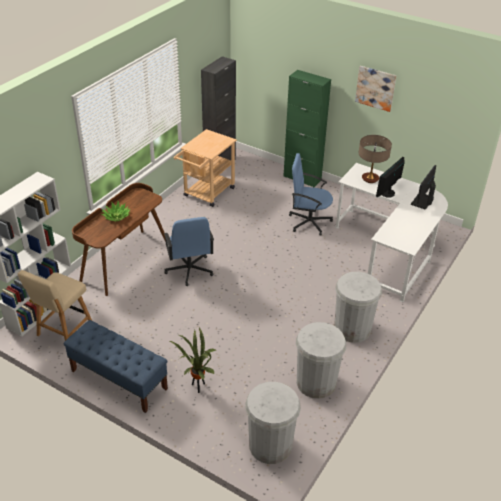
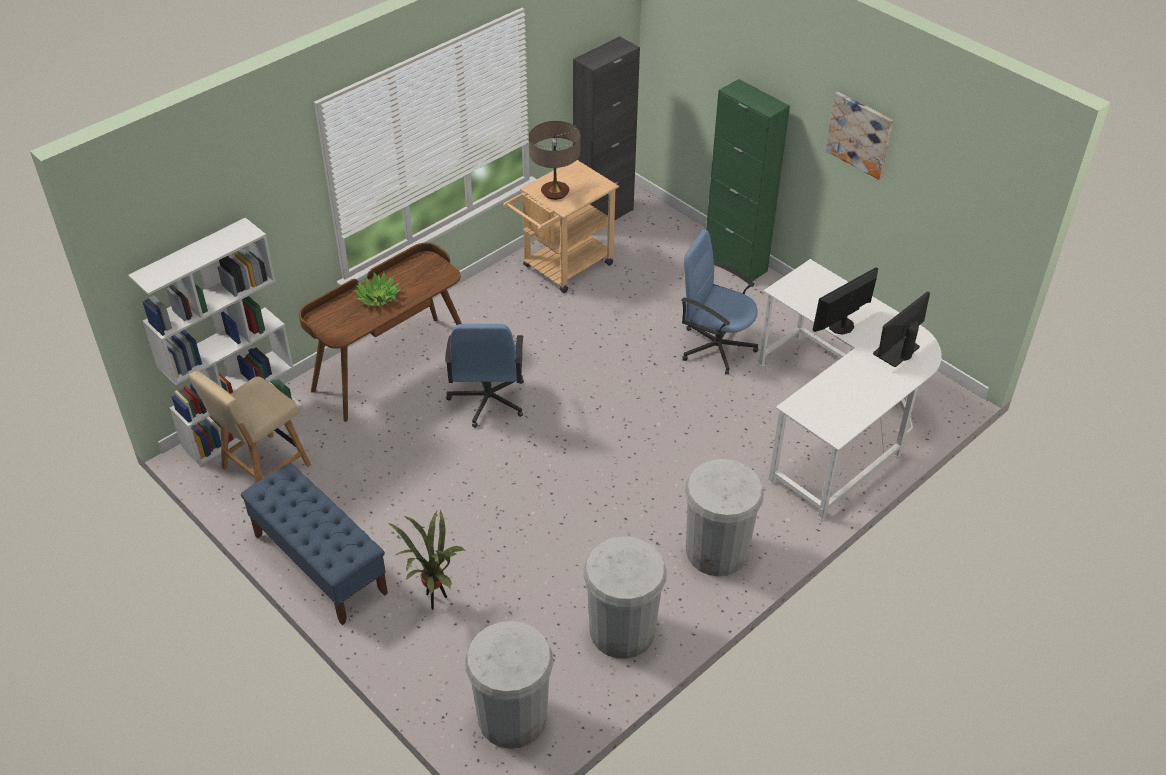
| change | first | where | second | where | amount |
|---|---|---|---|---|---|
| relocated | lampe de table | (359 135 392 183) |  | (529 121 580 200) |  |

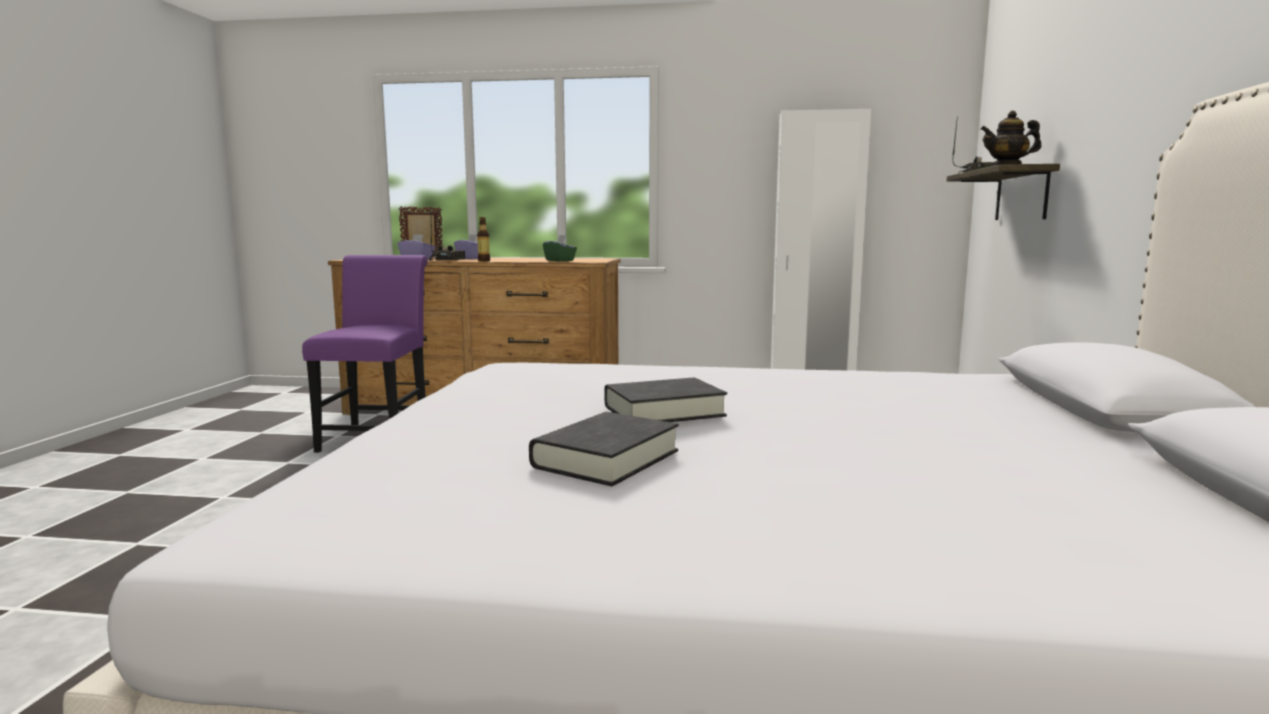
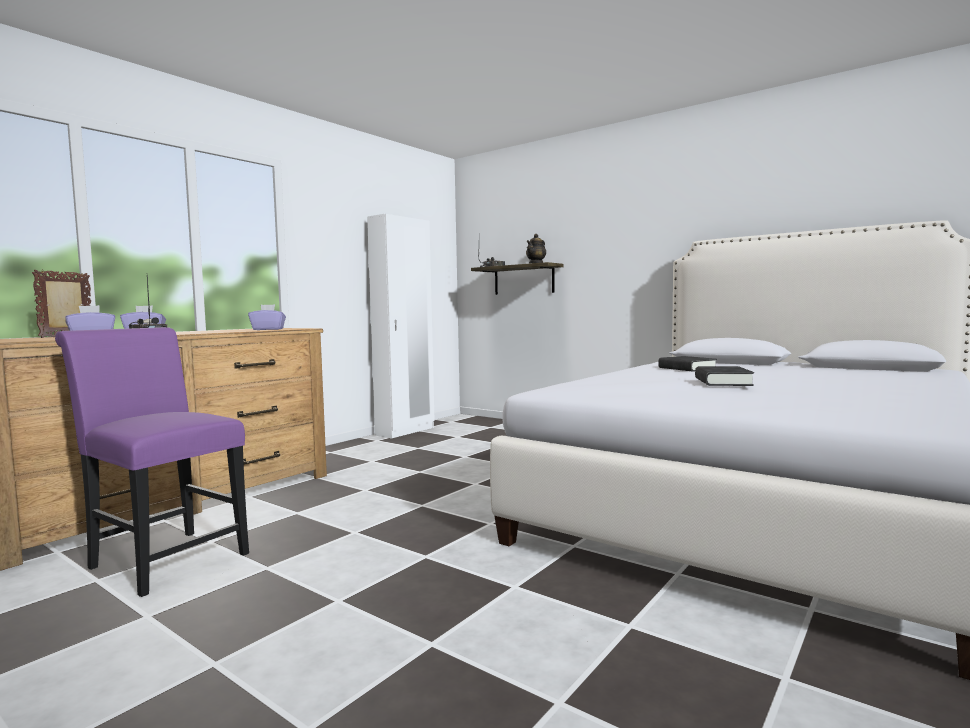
| change | first | where | second | where | amount |
|---|---|---|---|---|---|
| colour | boîte à mouchoirs [vert] | (543 235 577 261) | boîte à mouchoirs [violet] | (248 304 286 330) |  |
| relocated | livre [noir] | (529 412 679 486) |  | (658 356 717 372) |  |
| missing | bouteille | (477 217 490 261) |  |  |  |

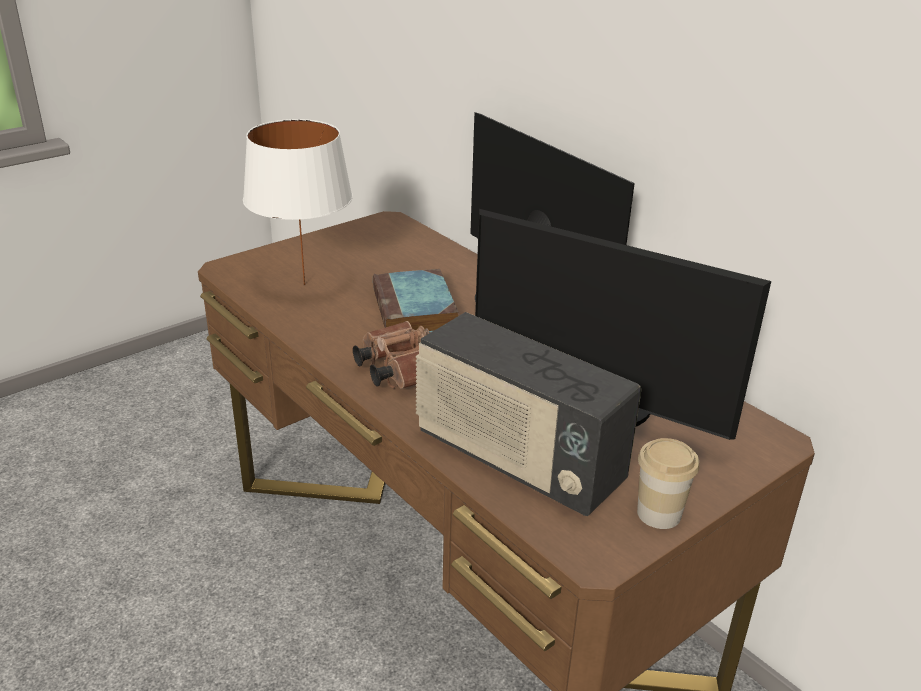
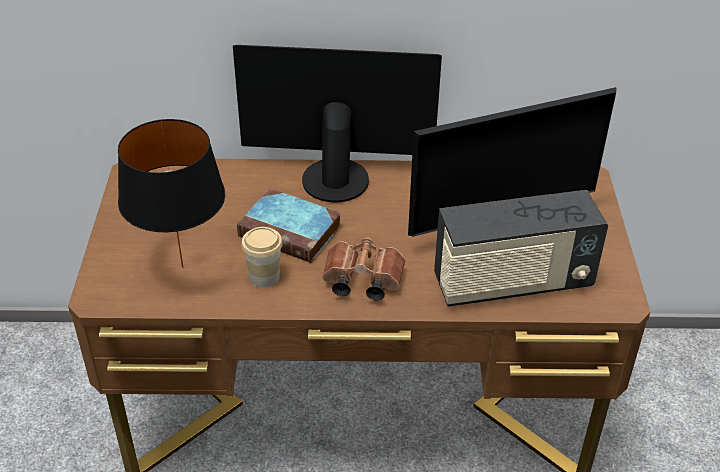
| change | first | where | second | where | amount |
|---|---|---|---|---|---|
| colour | lampe de table [blanc] | (243 119 353 285) | lampe de table [noir] | (118 119 225 268) |  |
| relocated | tasse | (637 438 699 529) |  | (241 227 283 288) |  |

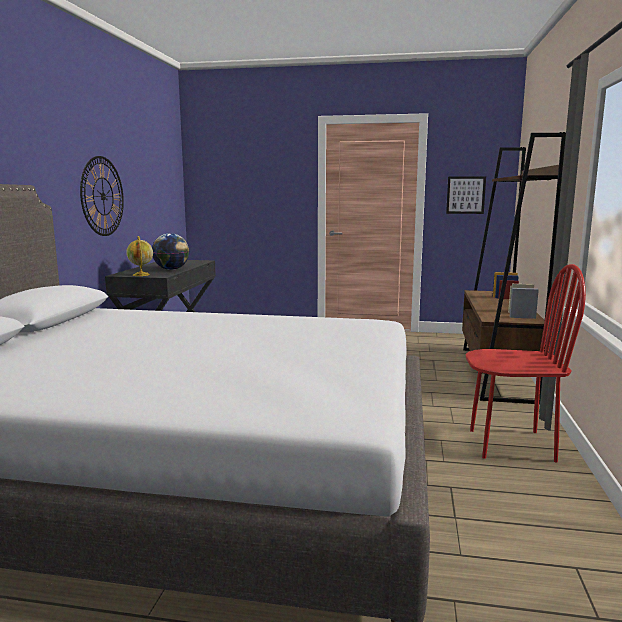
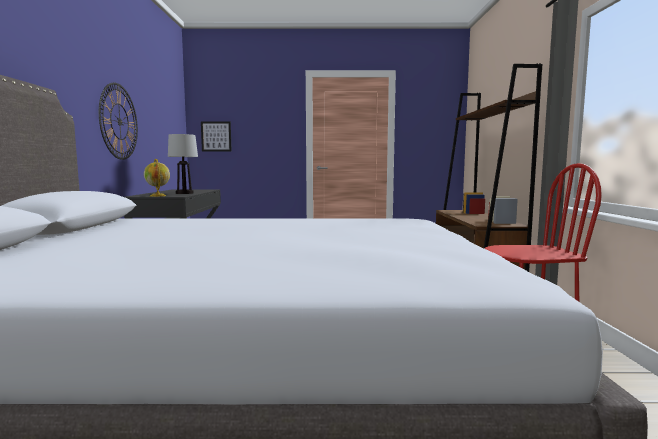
| change | first | where | second | where | amount |
|---|---|---|---|---|---|
| exchanged | globe | (152 233 189 270) | lampe de table | (168 134 198 194) |  |
| relocated | tableau | (446 176 486 214) |  | (201 122 232 152) |  |

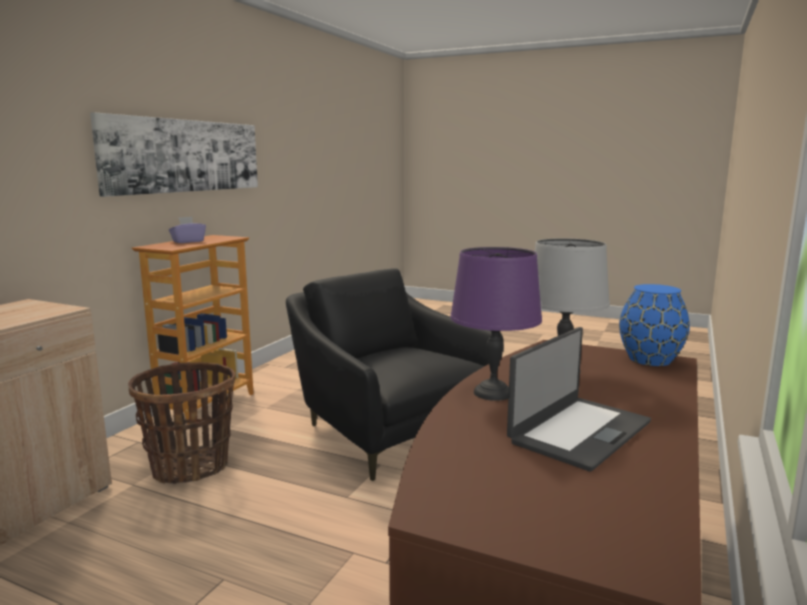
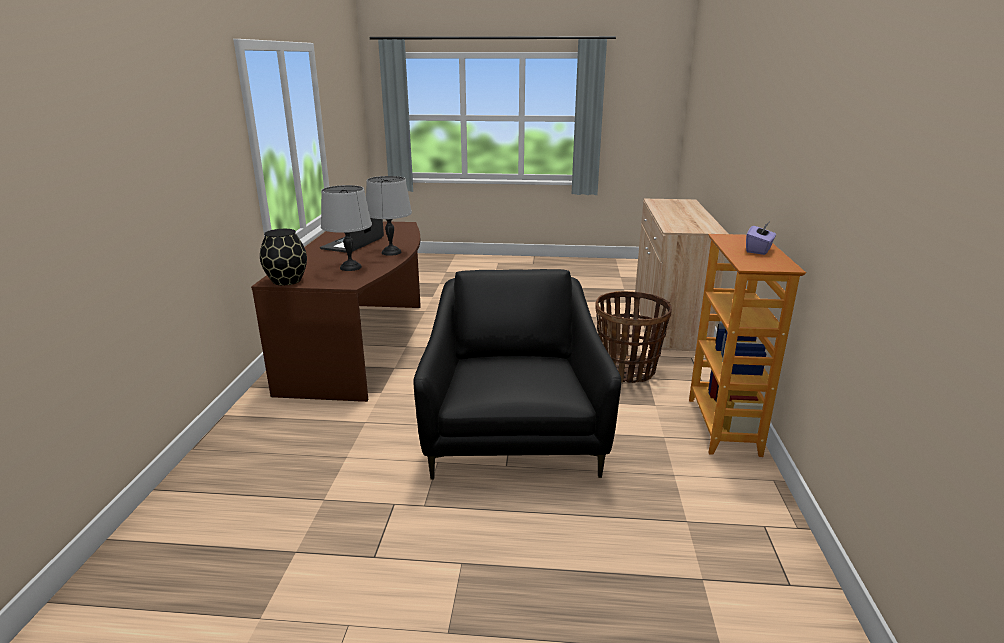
| change | first | where | second | where | amount |
|---|---|---|---|---|---|
| colour | vase [bleu] | (619 284 690 366) | vase [noir] | (260 229 307 285) |  |
| colour | lampe de table [violet] | (450 247 542 401) | lampe de table [gris] | (366 176 412 256) |  |
| spun | fauteuil [noir] | (286 268 503 481) |  | (414 269 621 480) | 120 degrees counterclockwise |
| missing | tableau | (90 112 258 197) |  |  |  |

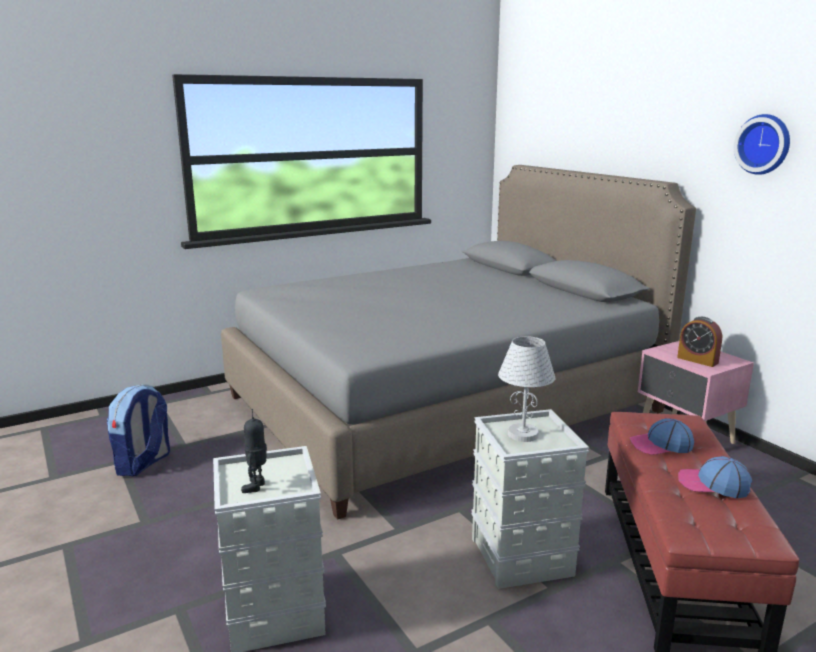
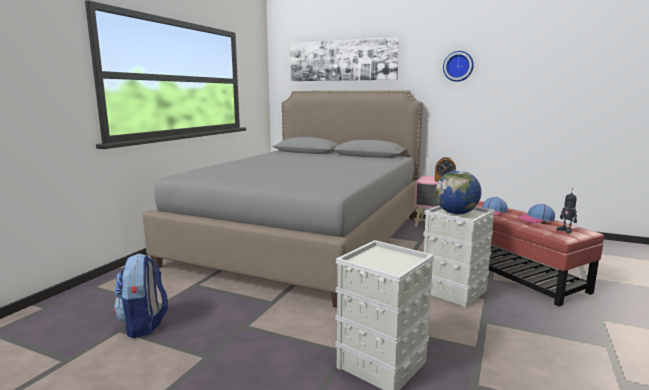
| change | first | where | second | where | amount |
|---|---|---|---|---|---|
| appeared |  |  | tableau | (290 37 399 81) |  |
| exchanged | lampe de table [blanc] | (498 336 555 442) | globe | (435 170 482 214) |  |
| relocated | robot jouet | (241 409 267 493) |  | (556 188 577 234) |  |

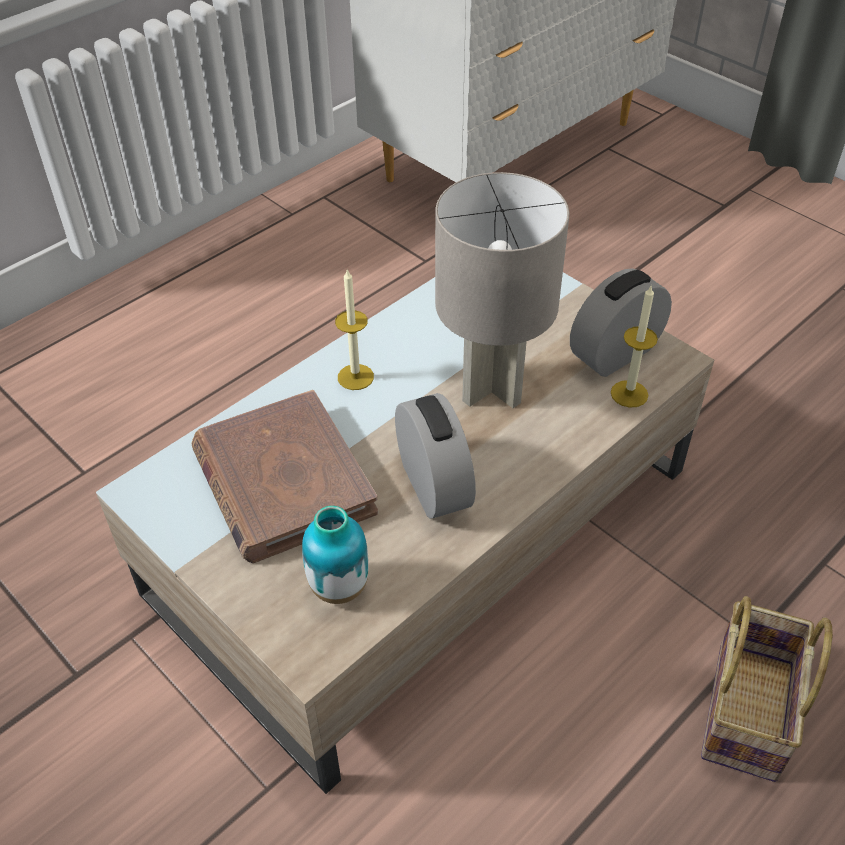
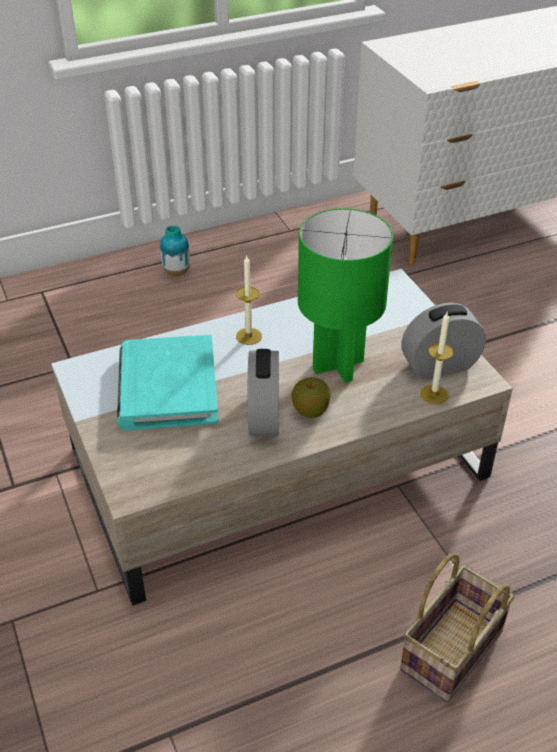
| change | first | where | second | where | amount |
|---|---|---|---|---|---|
| colour | livre [marron] | (192 390 378 563) | livre [turquoise] | (117 335 218 430) |  |
| relocated | vase | (302 506 369 604) |  | (160 225 190 276) |  |
| appeared |  |  | pomme | (291 377 331 418) |  |
| colour | lampe de table [gris] | (435 172 569 408) | lampe de table [vert] | (298 208 393 383) |  |

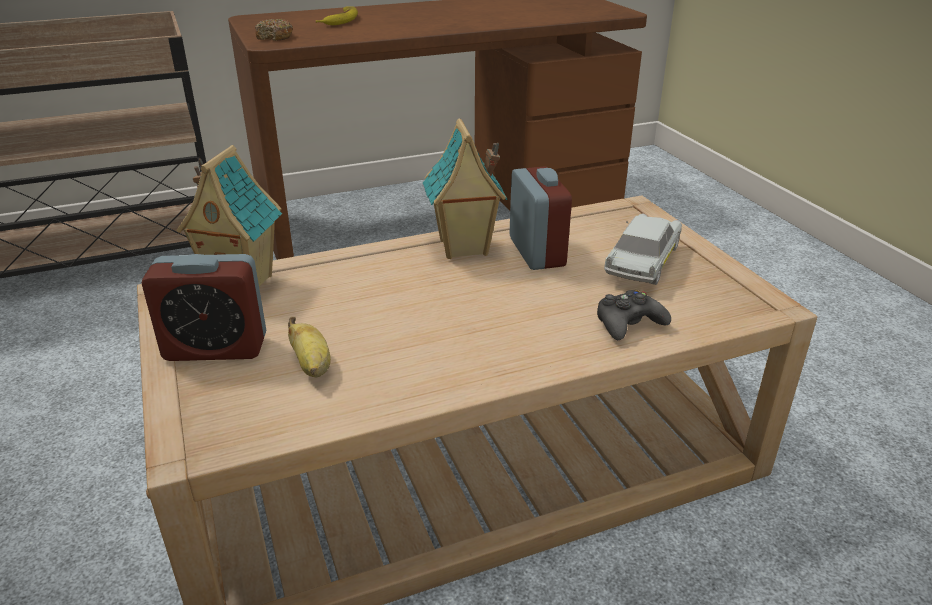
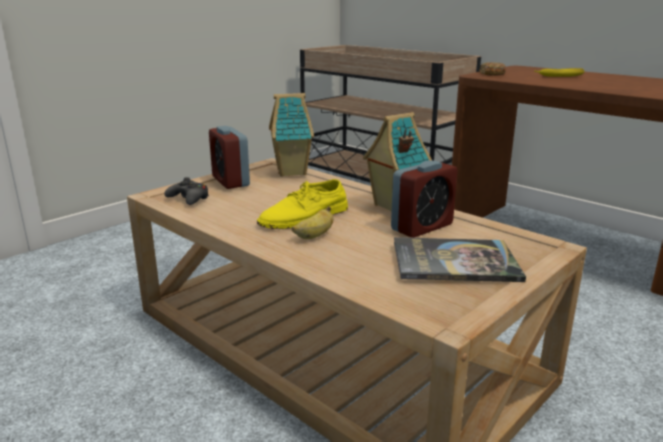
| change | first | where | second | where | amount |
|---|---|---|---|---|---|
| relocated | manette [noir] | (597 289 671 340) |  | (165 177 209 205) |  |
| appeared |  |  | chaussure [jaune] | (257 179 348 229) |  |
| relocated | banane | (288 317 331 377) |  | (292 206 333 239) |  |
| exchanged | petite voiture [blanc] | (604 213 682 285) | livre | (394 237 526 282) |  |

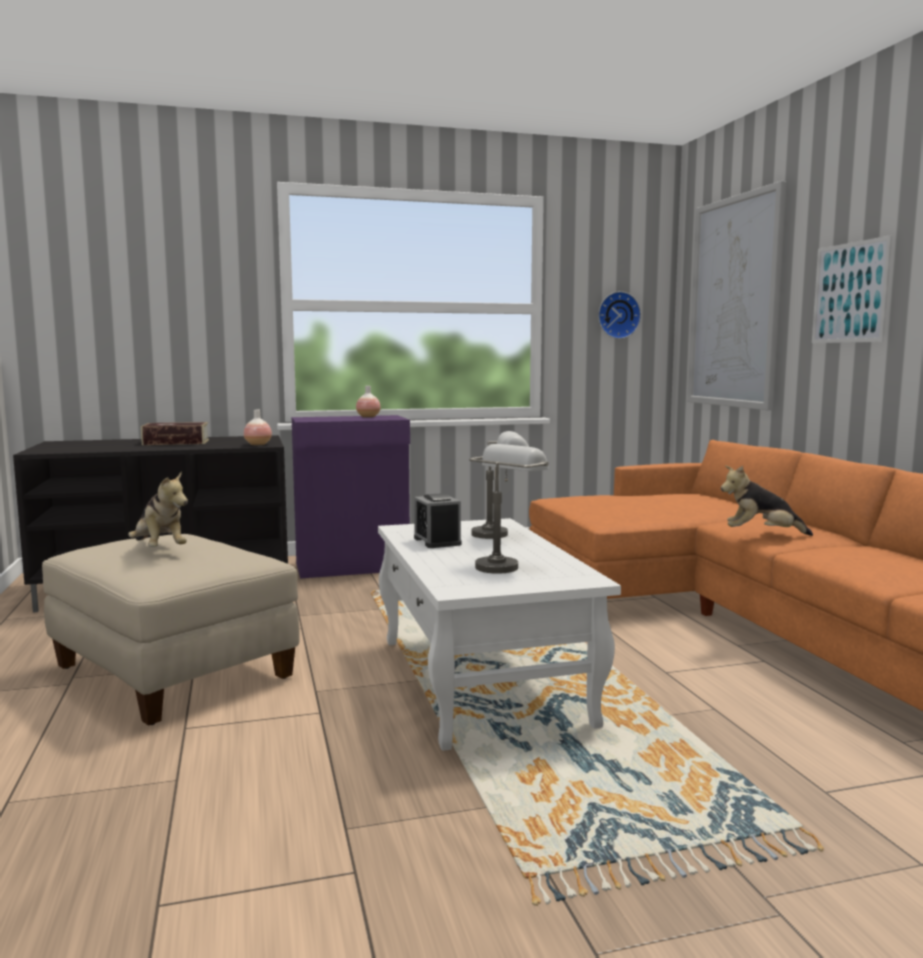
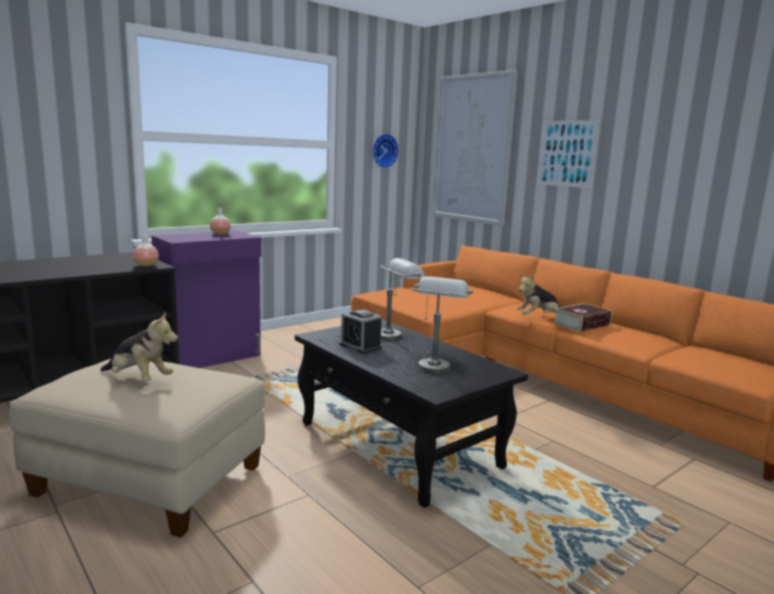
| change | first | where | second | where | amount |
|---|---|---|---|---|---|
| colour | table basse [blanc] | (378 518 621 751) | table basse [noir] | (295 319 528 508) |  |
| relocated | livre | (141 422 209 445) |  | (553 303 612 332) |  |

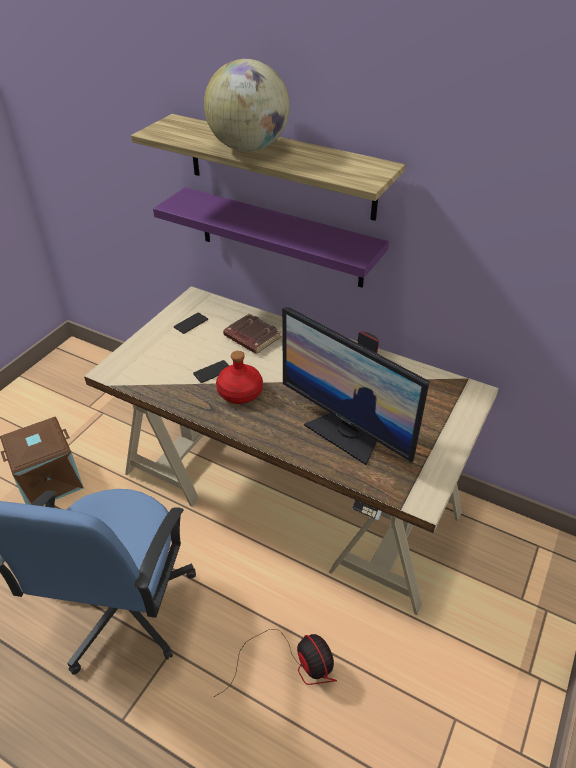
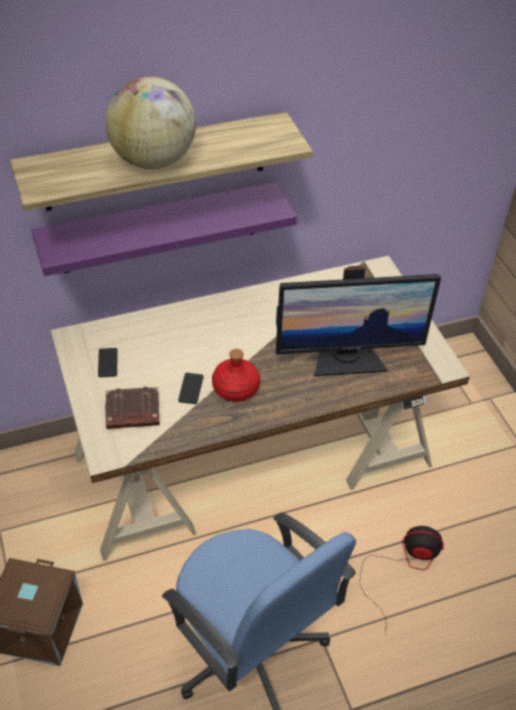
| change | first | where | second | where | amount |
|---|---|---|---|---|---|
| relocated | livre [marron] | (223 314 281 354) |  | (105 387 160 429) |  |

